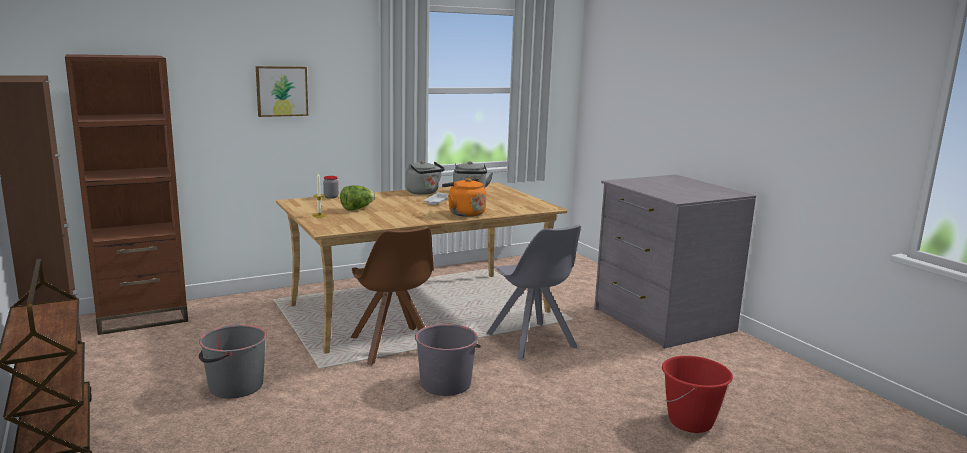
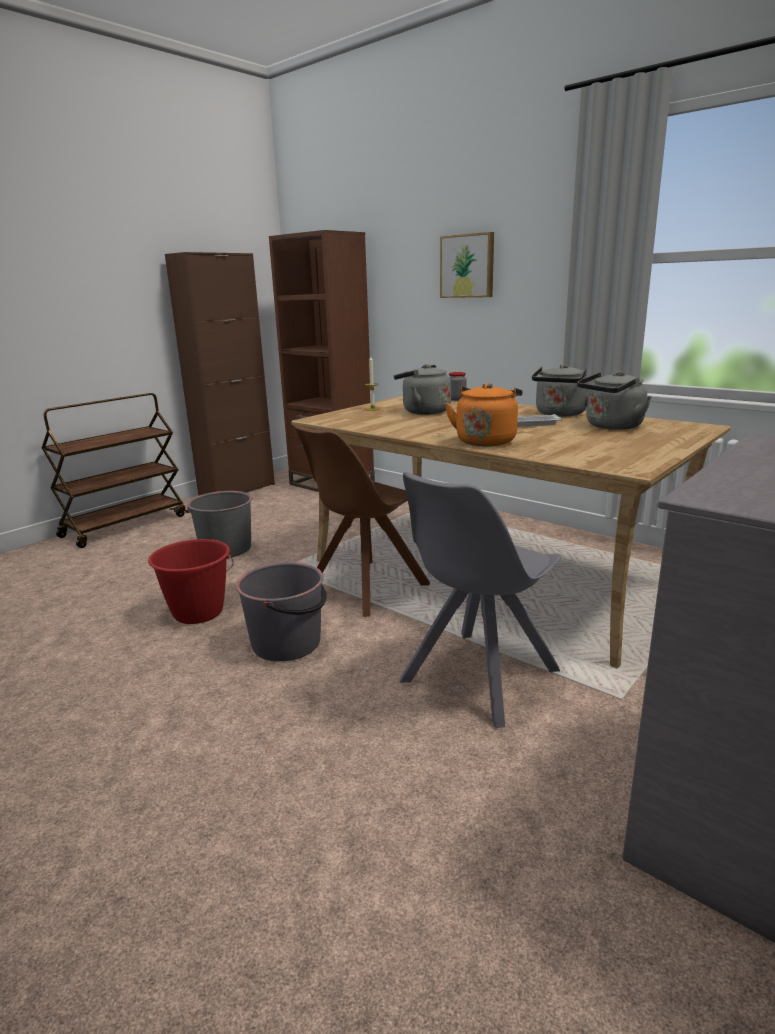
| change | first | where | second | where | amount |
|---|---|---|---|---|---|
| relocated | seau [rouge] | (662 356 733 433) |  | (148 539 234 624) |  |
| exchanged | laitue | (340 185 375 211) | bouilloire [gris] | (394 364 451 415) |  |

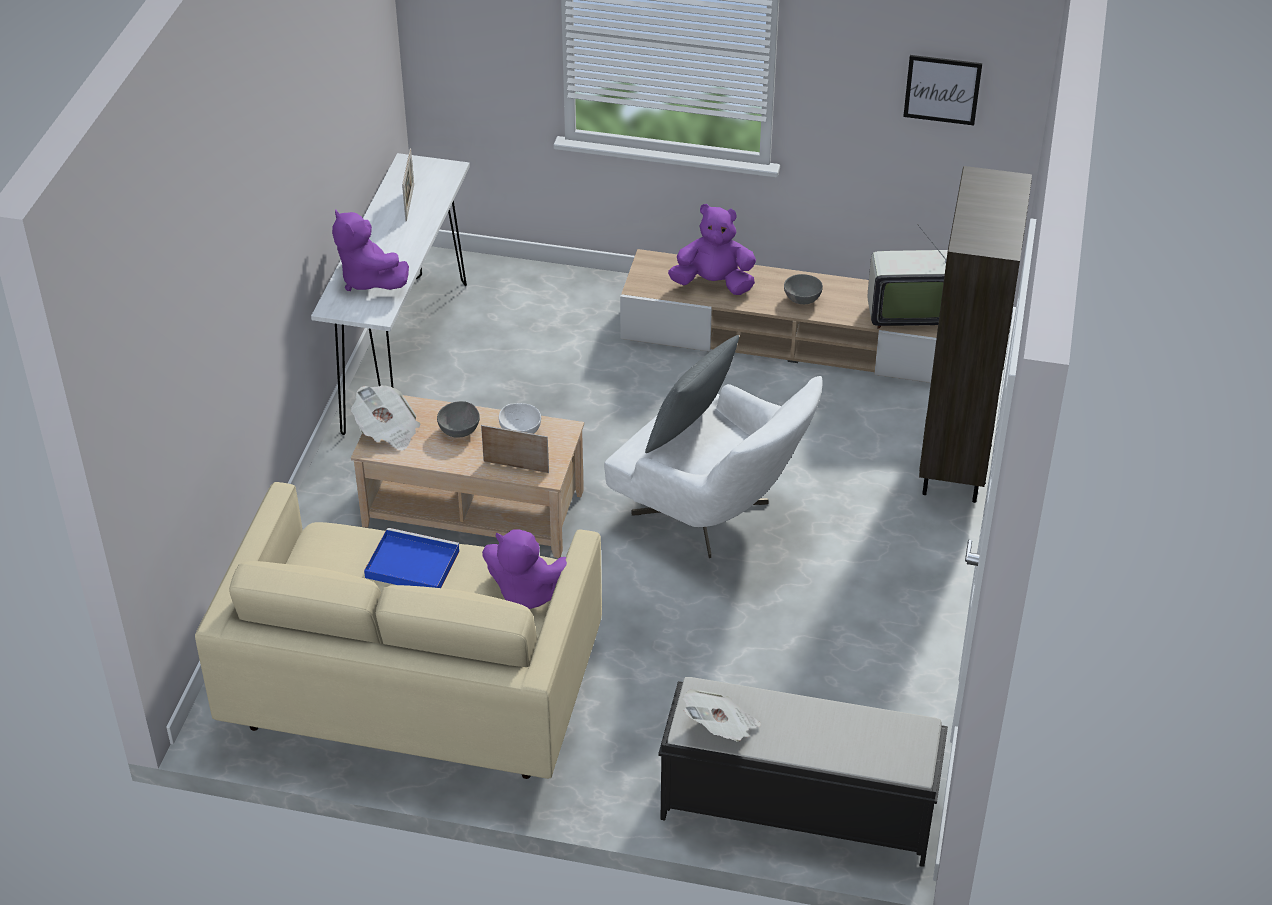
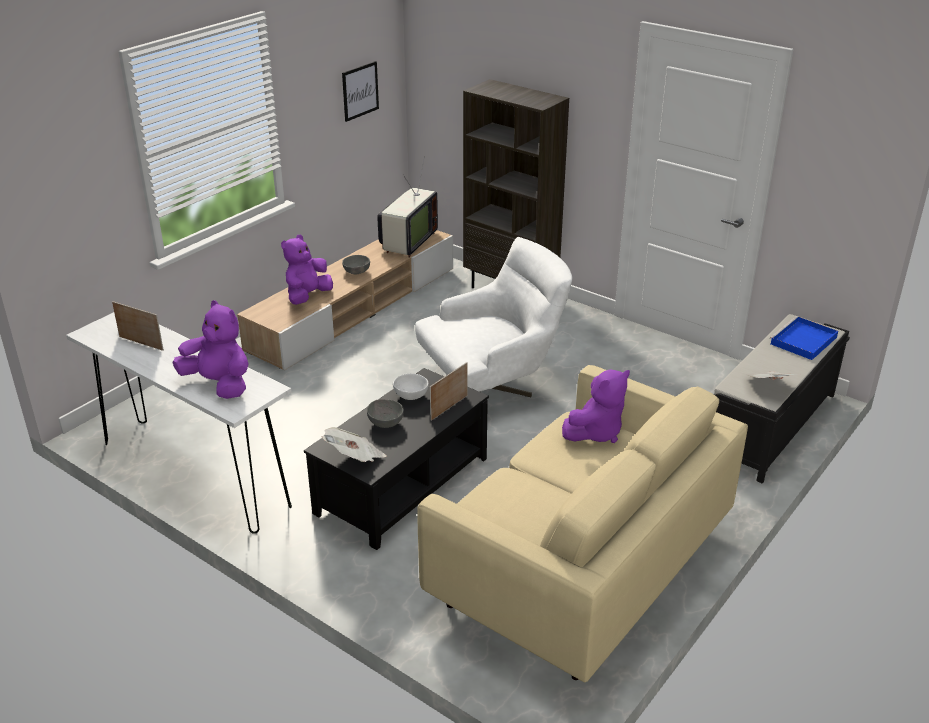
| change | first | where | second | where | amount |
|---|---|---|---|---|---|
| spun | peluche [violet] | (332 209 409 291) |  | (172 300 249 399) | 135 degrees counterclockwise |
| colour | table basse [beige] | (351 395 584 558) | table basse [noir] | (304 368 489 550) |  |
| relocated | plateau [bleu] | (364 528 460 588) |  | (770 316 838 360) |  |
| missing | coussin [gris] | (645 335 739 453) |  |  |  |

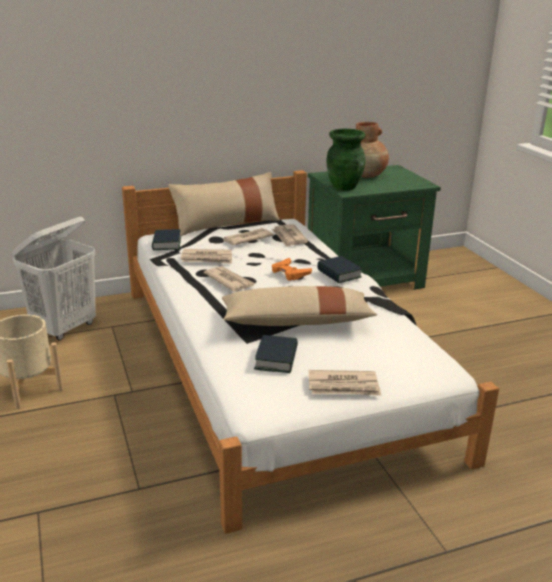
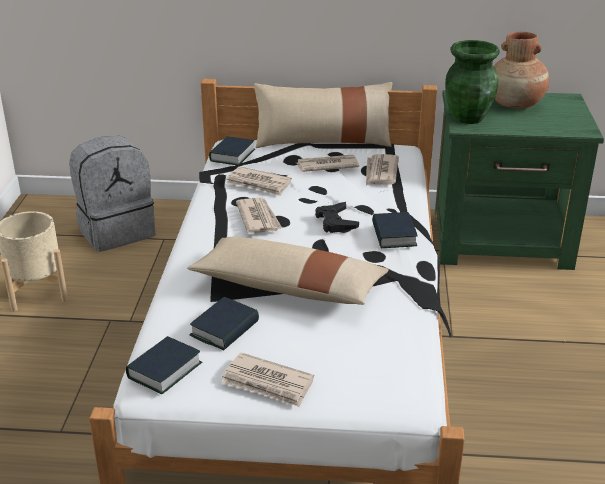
| change | first | where | second | where | amount |
|---|---|---|---|---|---|
| exchanged | panier à linge [blanc] | (12 217 96 340) | sac à dos [gris] | (69 136 155 252) |  |
| appeared |  |  | livre | (126 336 202 394) |  |
| colour | manette [orange] | (272 258 312 281) | manette [noir] | (315 202 359 233) |  |

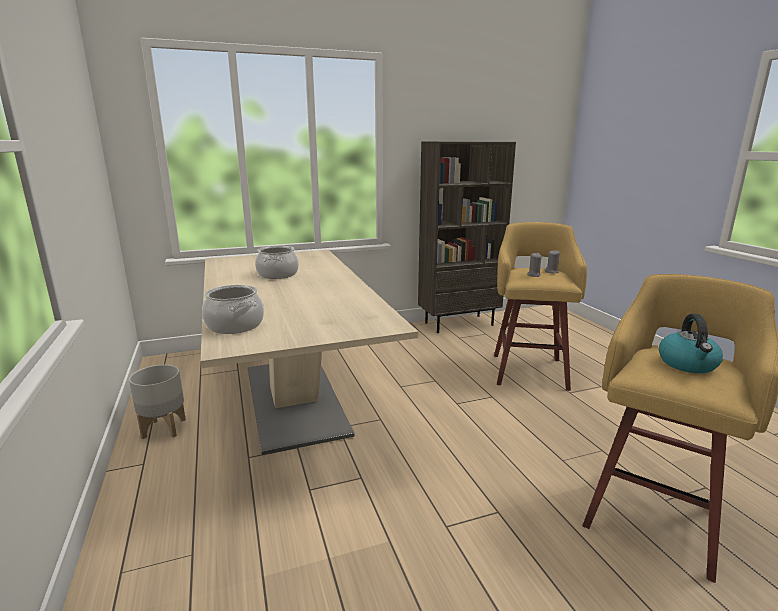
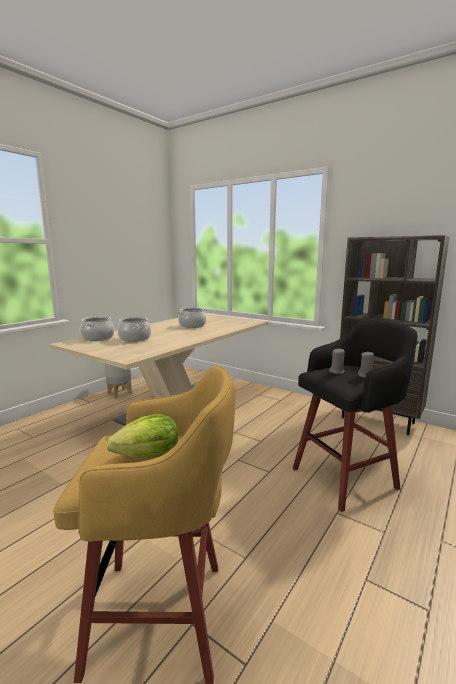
| change | first | where | second | where | amount |
|---|---|---|---|---|---|
| exchanged | bouilloire | (659 314 723 373) | laitue | (106 414 178 458) |  |
| appeared |  |  | marmite | (117 317 151 342) |  |
| colour | tabouret [jaune] | (494 222 587 391) | tabouret [noir] | (293 319 417 512) |  |

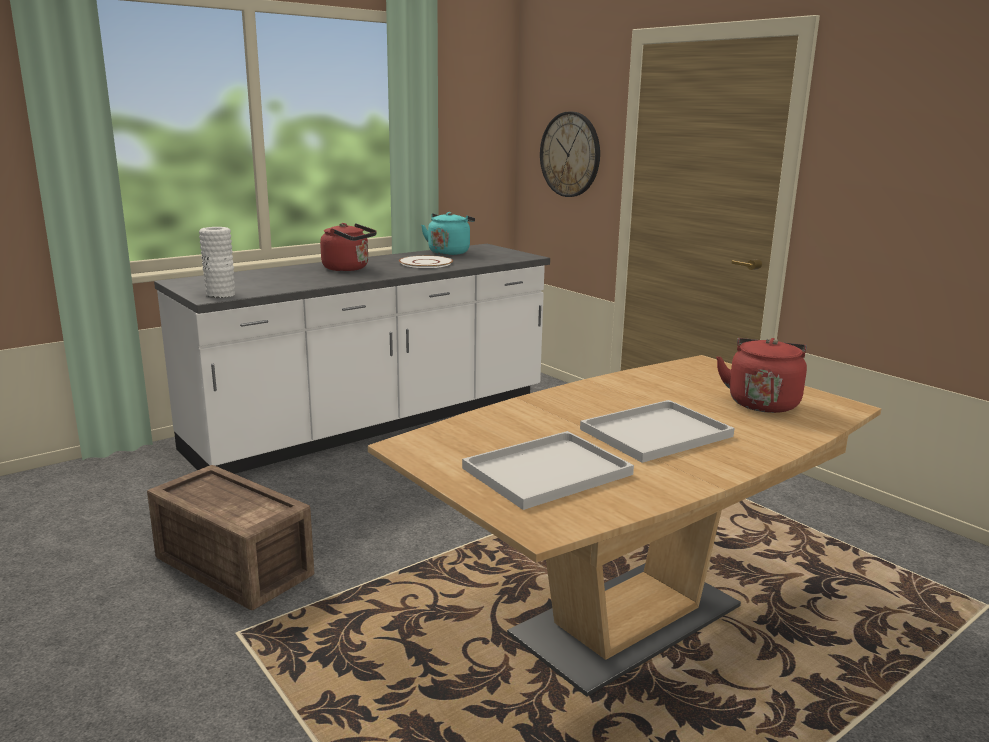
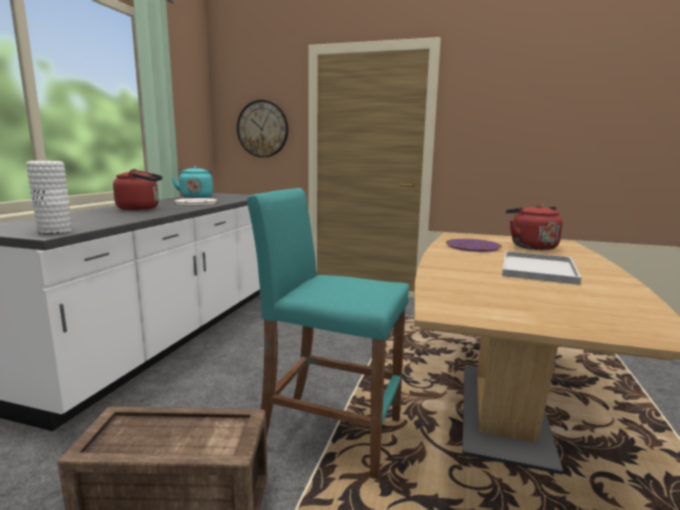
| change | first | where | second | where | amount |
|---|---|---|---|---|---|
| appeared |  |  | tabouret [turquoise] | (247 188 409 480) |  |
| appeared |  |  | assiette [violet] | (446 239 502 252) |  |
| missing | plateau [blanc] | (462 431 634 510) |  |  |  |

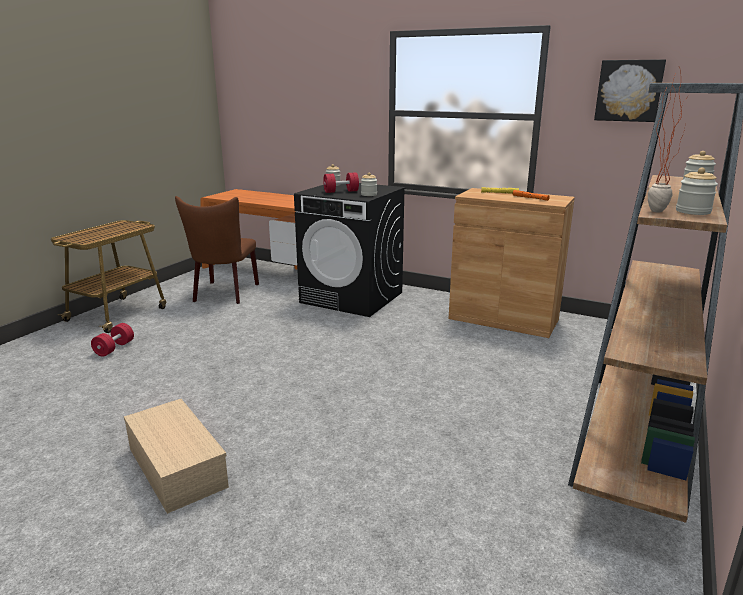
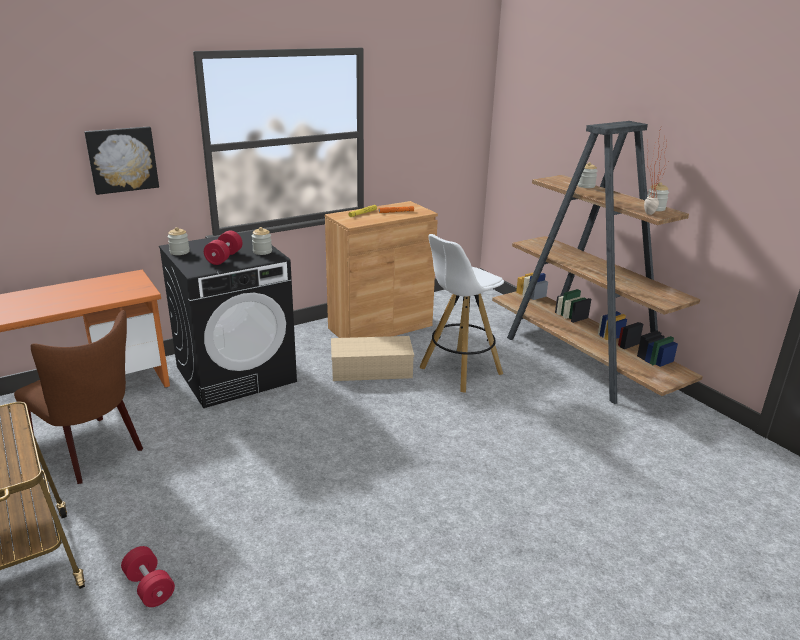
| change | first | where | second | where | amount |
|---|---|---|---|---|---|
| relocated | tableau | (594 59 666 122) |  | (84 126 159 195) |  |
| relocated | boîte de rangement [beige] | (124 399 229 514) |  | (331 336 414 381) |  |
| appeared |  |  | tabouret [blanc] | (420 234 504 393) |  |

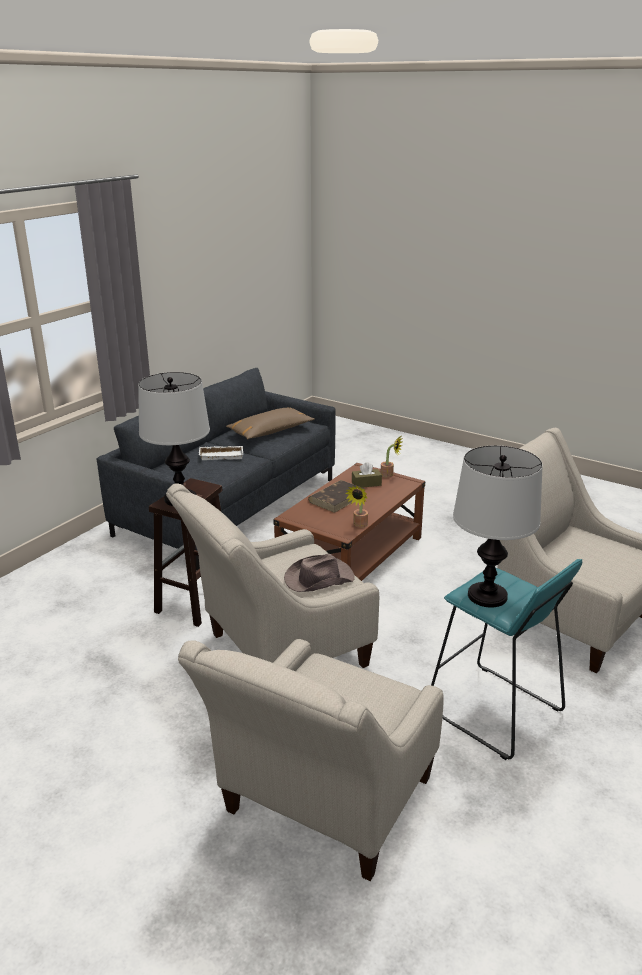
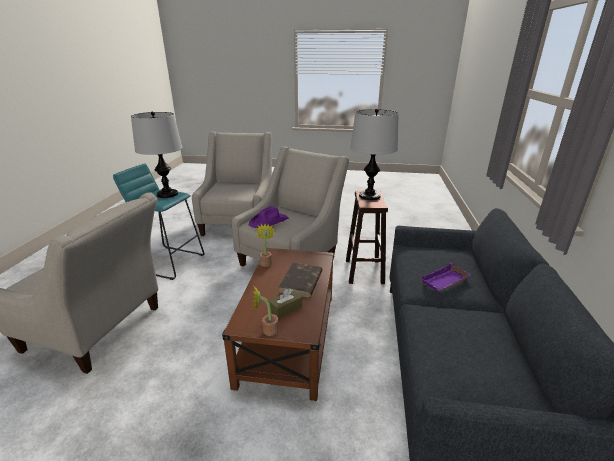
| change | first | where | second | where | amount |
|---|---|---|---|---|---|
| colour | chapeau [marron] | (284 554 355 592) | chapeau [violet] | (249 206 289 228) |  |
| colour | plateau [blanc] | (199 446 243 460) | plateau [violet] | (420 263 472 291) |  |
| missing | coussin [marron] | (226 408 315 439) |  |  |  |

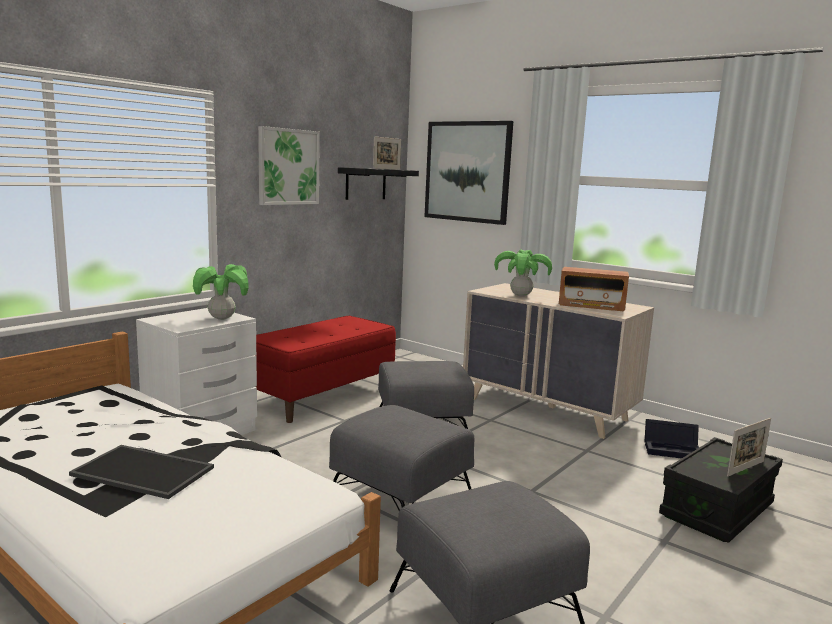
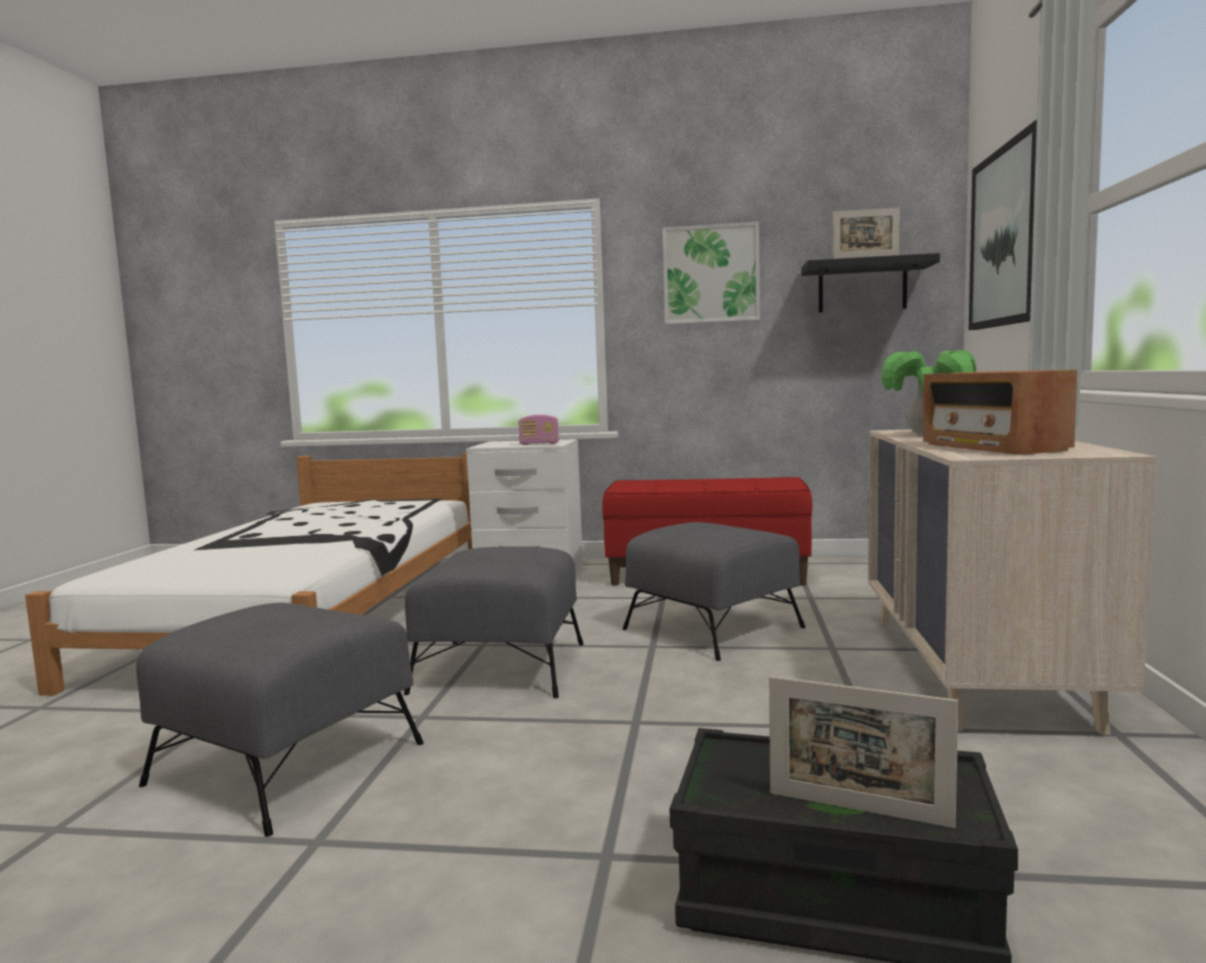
| change | first | where | second | where | amount |
|---|---|---|---|---|---|
| exchanged | plante en pot | (193 264 249 320) | radio | (518 414 559 445) |  |
| missing | plateau | (69 445 214 499) |  |  |  |
| missing | boîte de rangement [noir] | (645 419 699 459) |  |  |  |

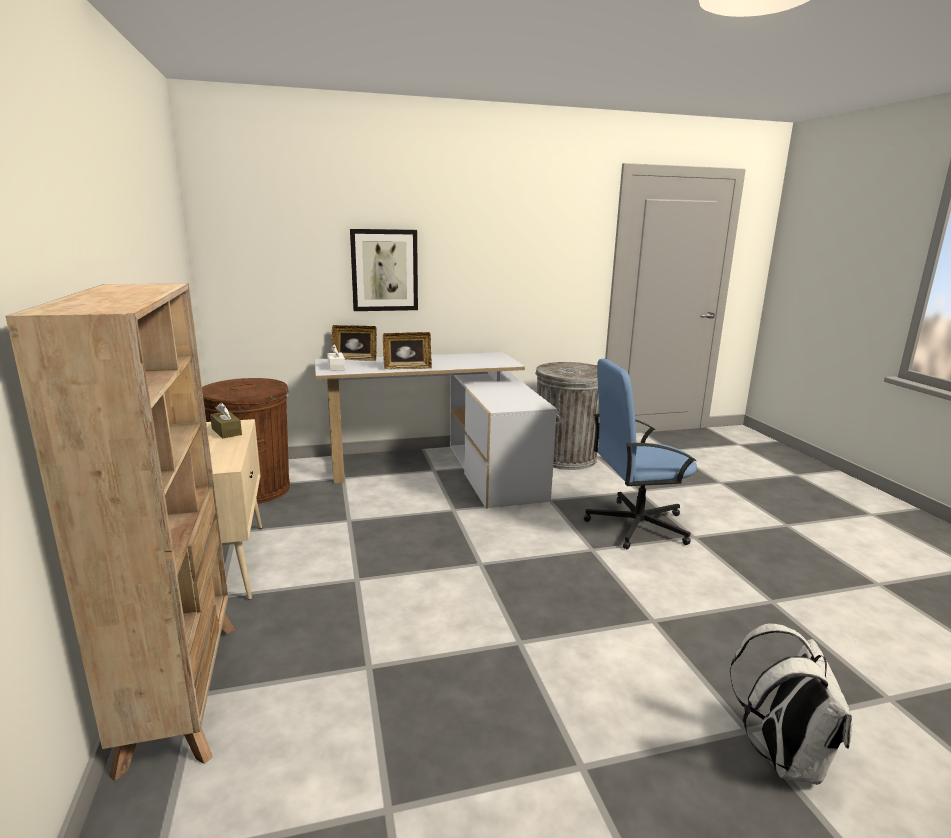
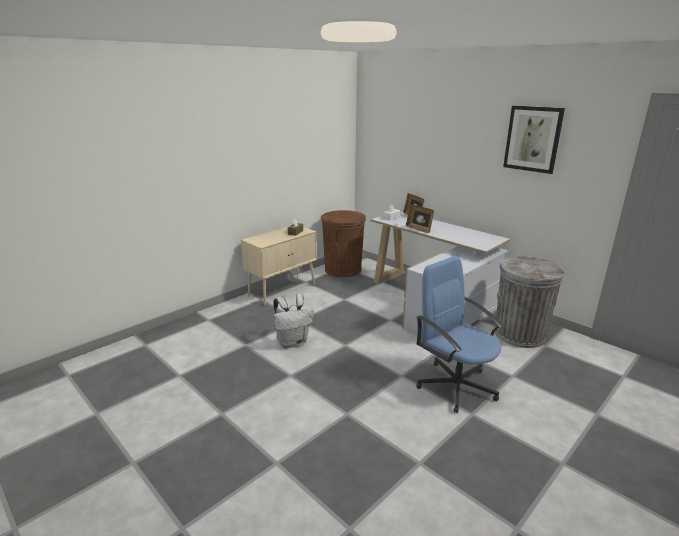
| change | first | where | second | where | amount |
|---|---|---|---|---|---|
| relocated | sac à dos [blanc] | (729 623 852 785) |  | (273 294 314 348) |  |
| relocated | tableau | (350 229 418 311) |  | (503 106 565 174) |  |
| missing | bibliothèque [beige] | (6 284 235 781) |  |  |  |

